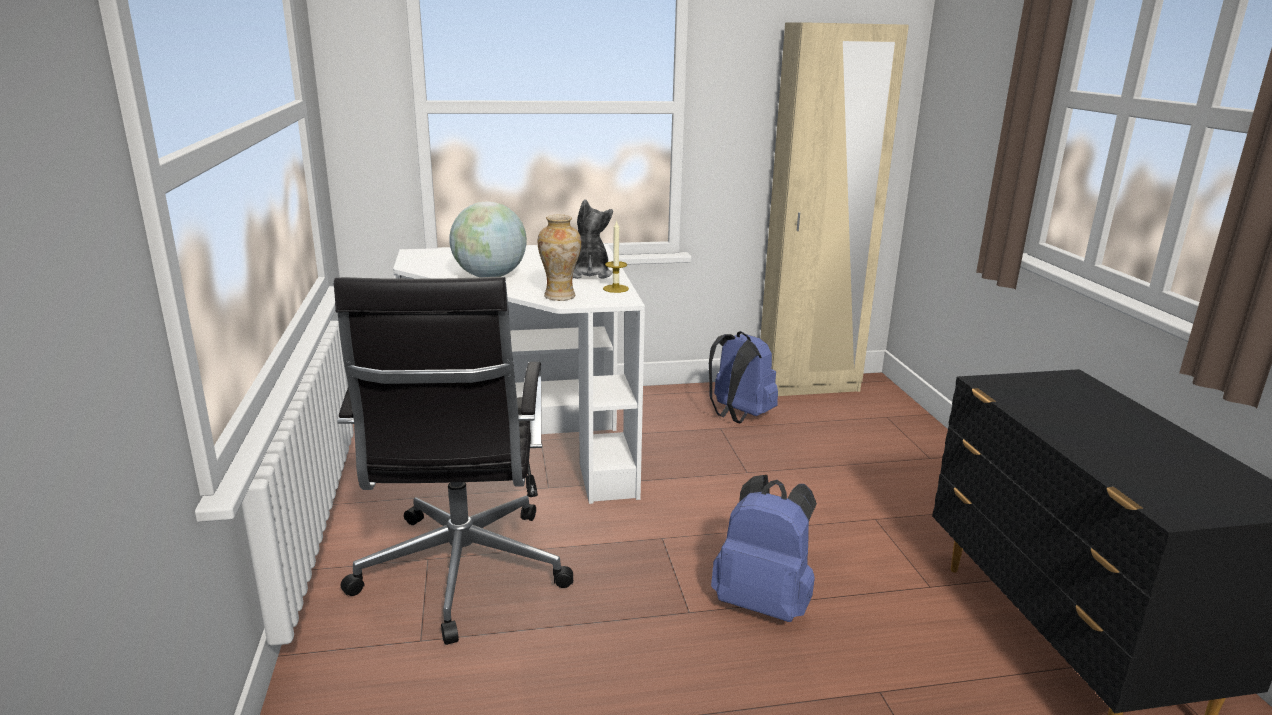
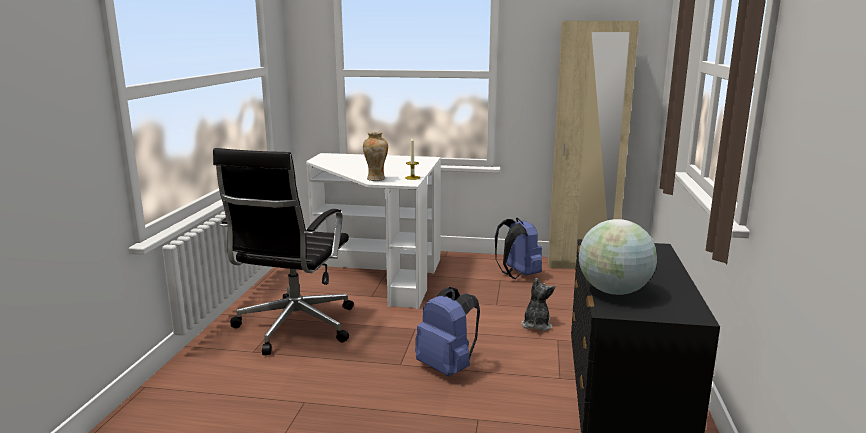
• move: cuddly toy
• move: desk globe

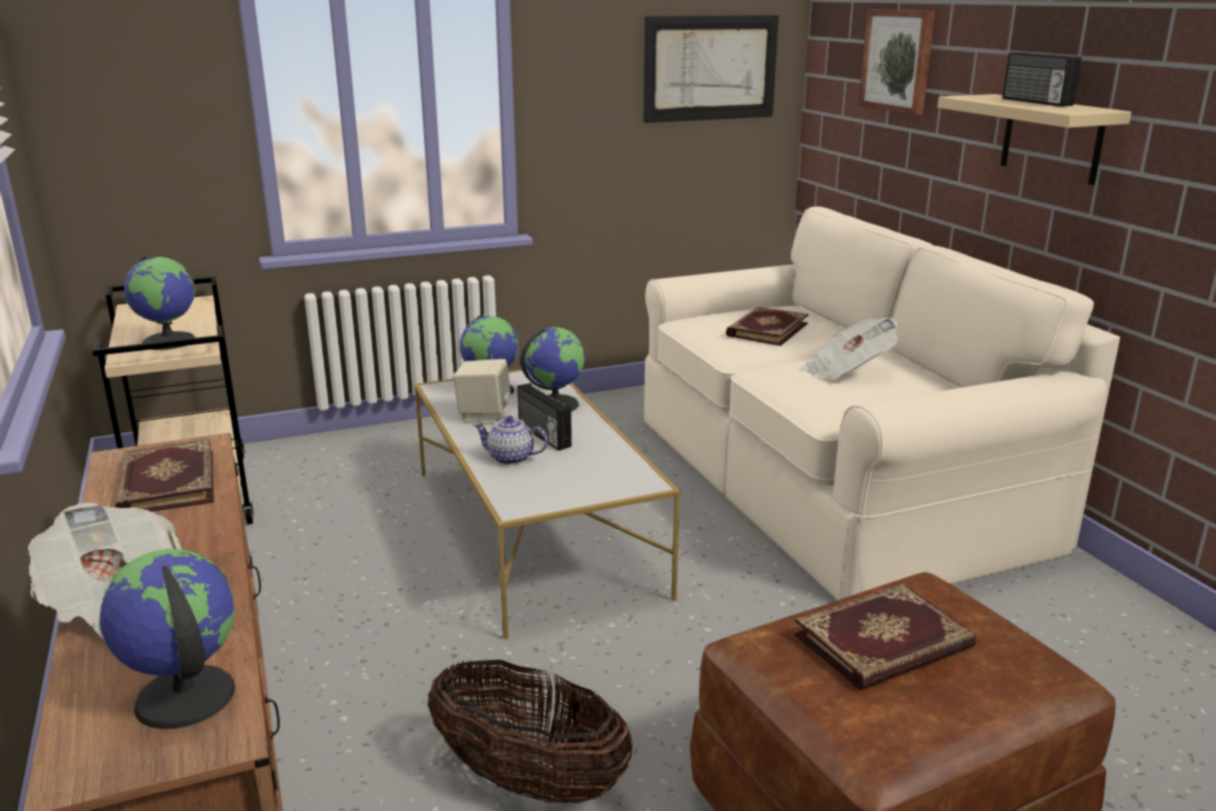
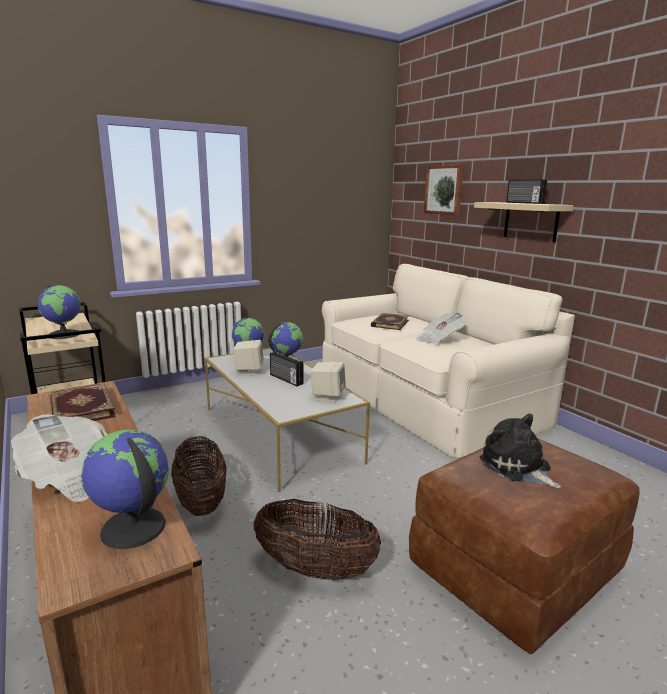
• insert: storage basket (1st from left)
• insert: loudspeaker in sand-coloured (2nd from left)
• replace: bound book (3rd from left) to cuddly toy
• delete: teapot
• delete: wall picture (1st from left)

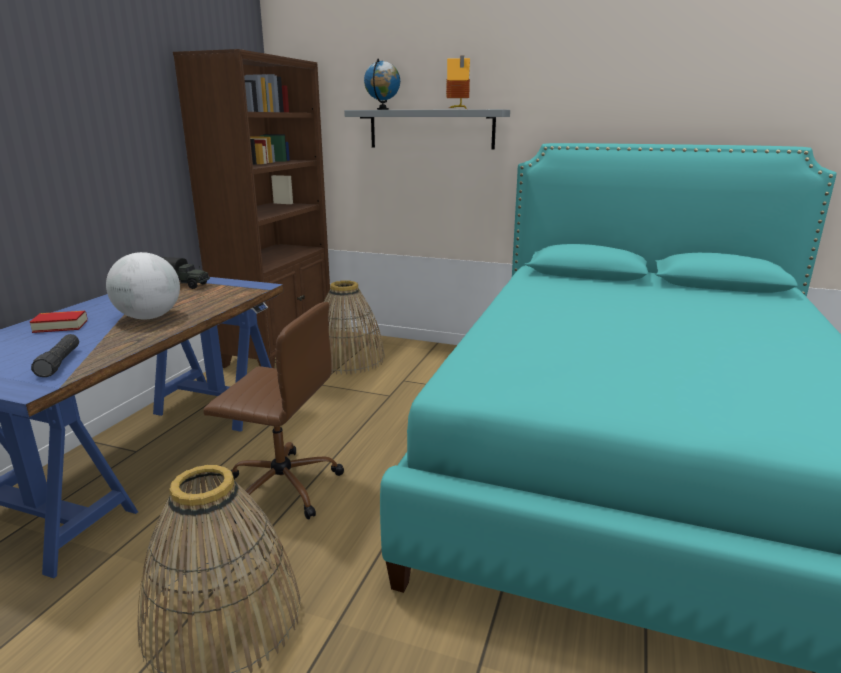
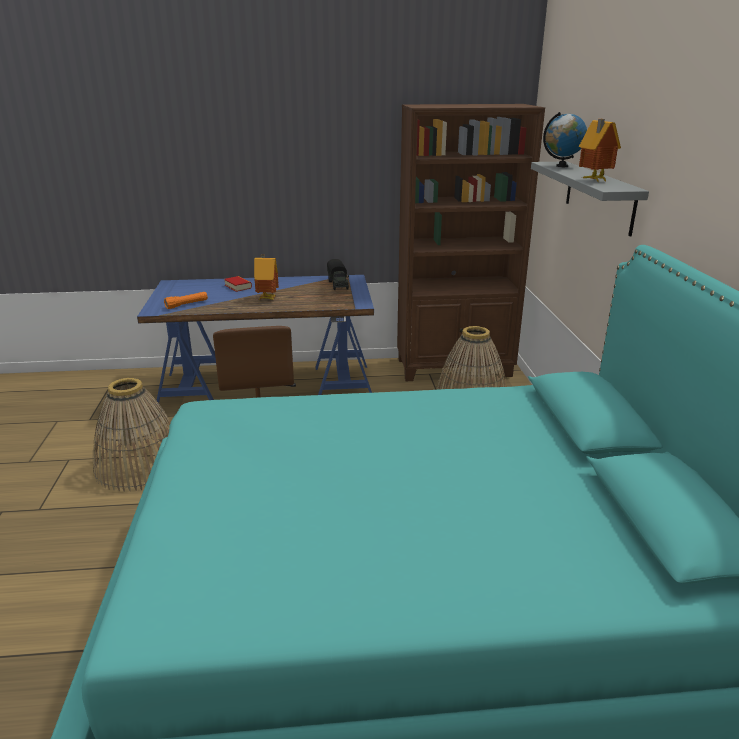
• recolor: hand torch in black to hand torch in orange-coloured
• replace: desk globe (1st from left) to toy house (1st from left)

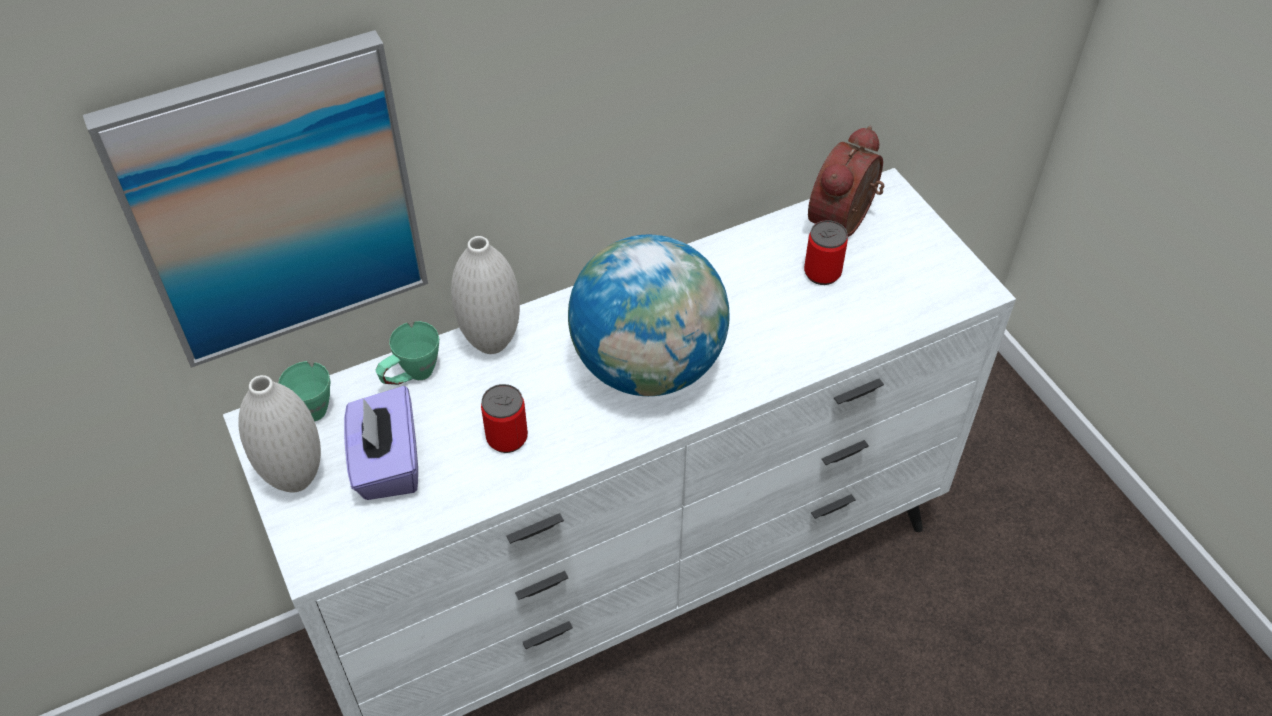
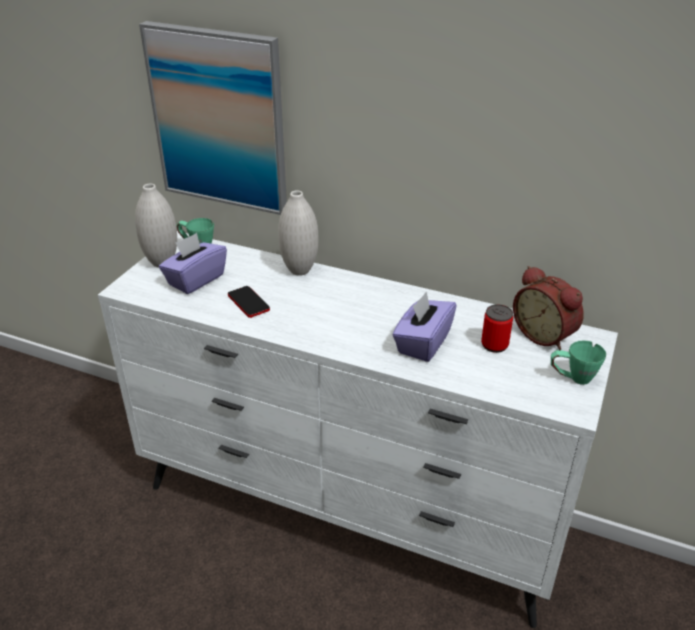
• replace: metal can (1st from left) to handset
• insert: tissue box in purplish (2nd from left)
• rotate: alarm clock 120 degrees counterclockwise
• move: coffee mug in green (2nd from left)
• delete: desk globe

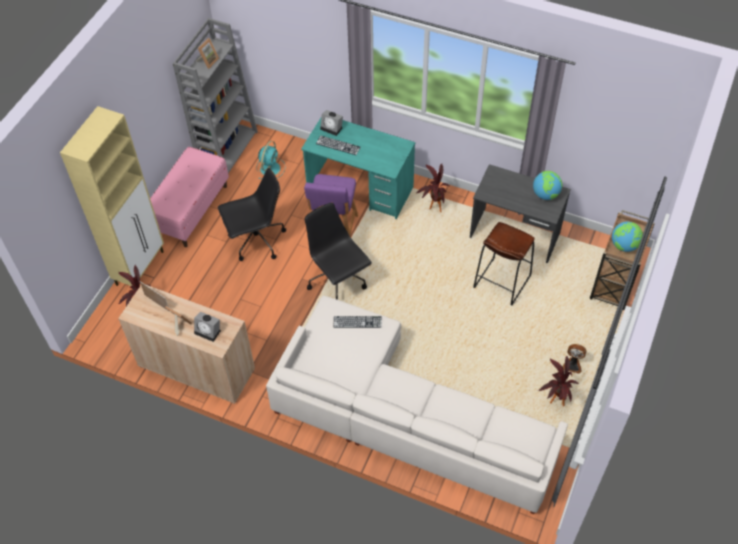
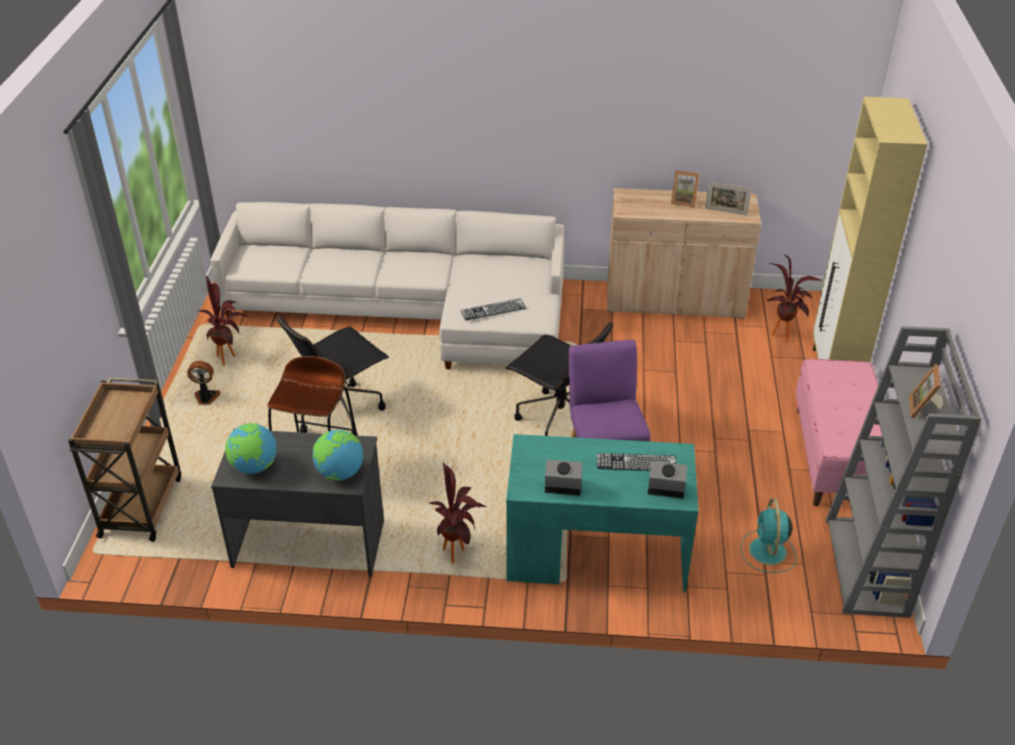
• move: office chair in black (1st from left)
• move: desk globe (2nd from left)
• move: alarm clock (1st from left)

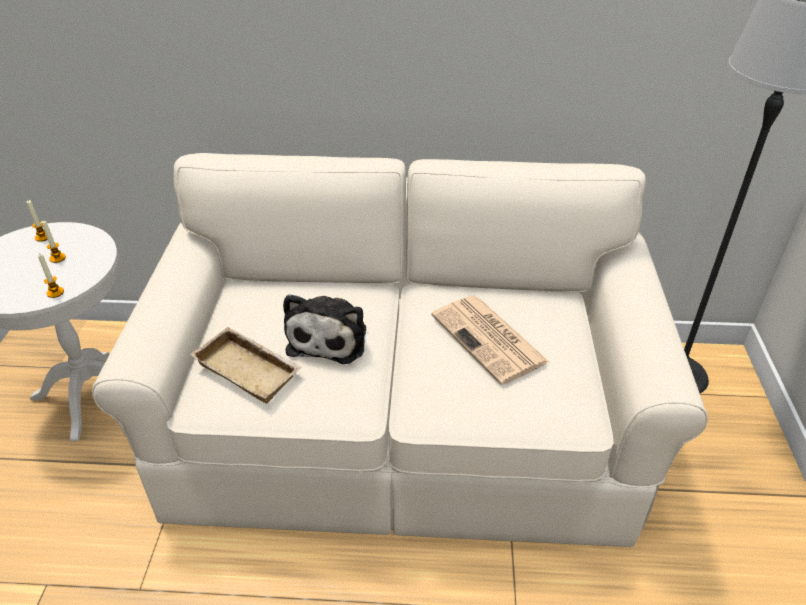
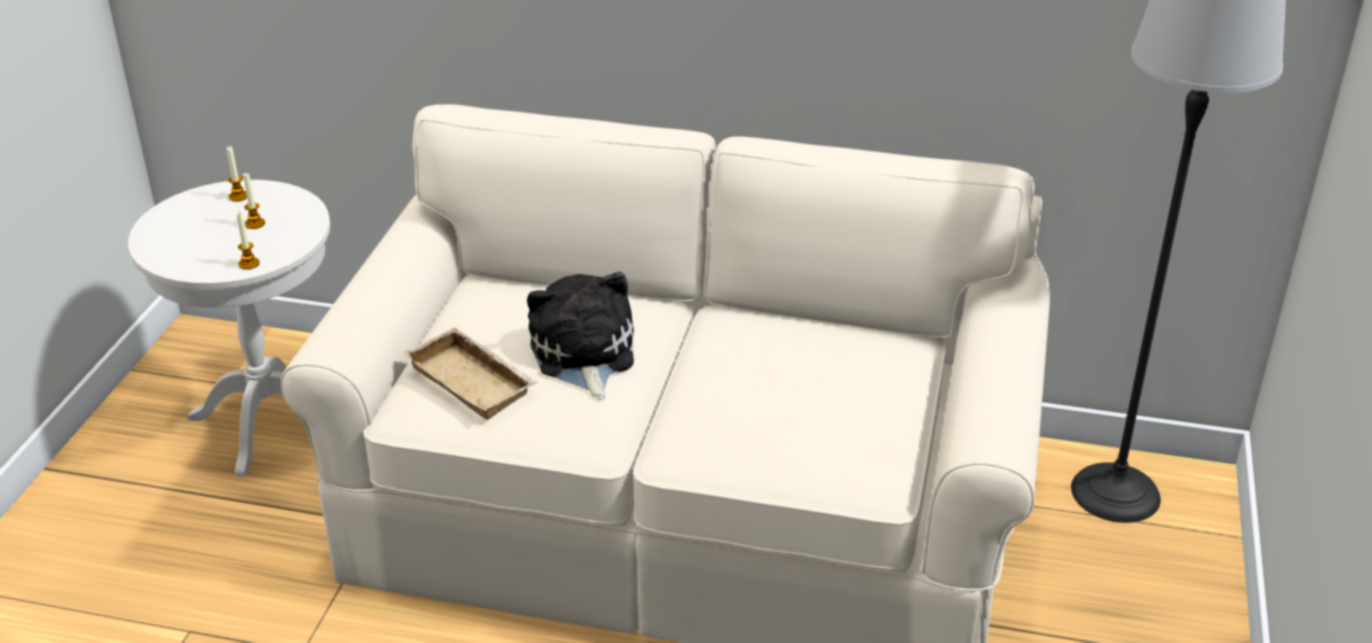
• rotate: cuddly toy 150 degrees clockwise
• delete: newspaper

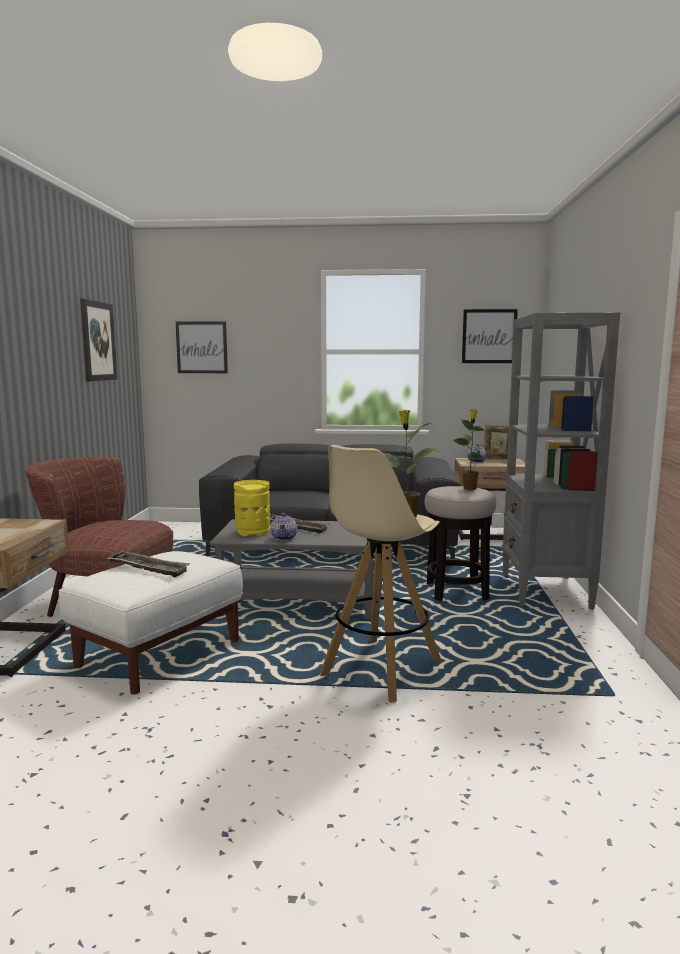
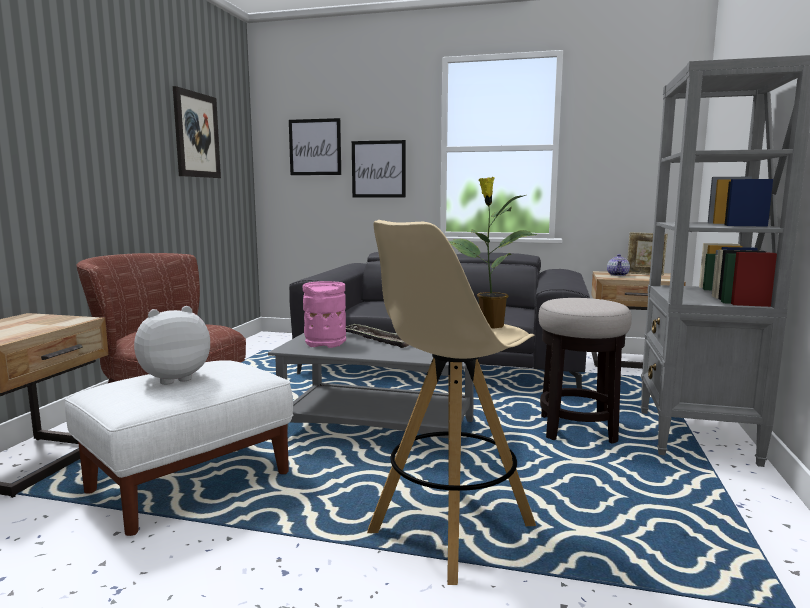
• replace: serving tray (1st from left) to cuddly toy
• recolor: decorative vase in yellow-coloured to decorative vase in pink-coloured
• move: wall picture (3rd from left)
• delete: teapot (1st from left)
• delete: houseplant (2nd from left)

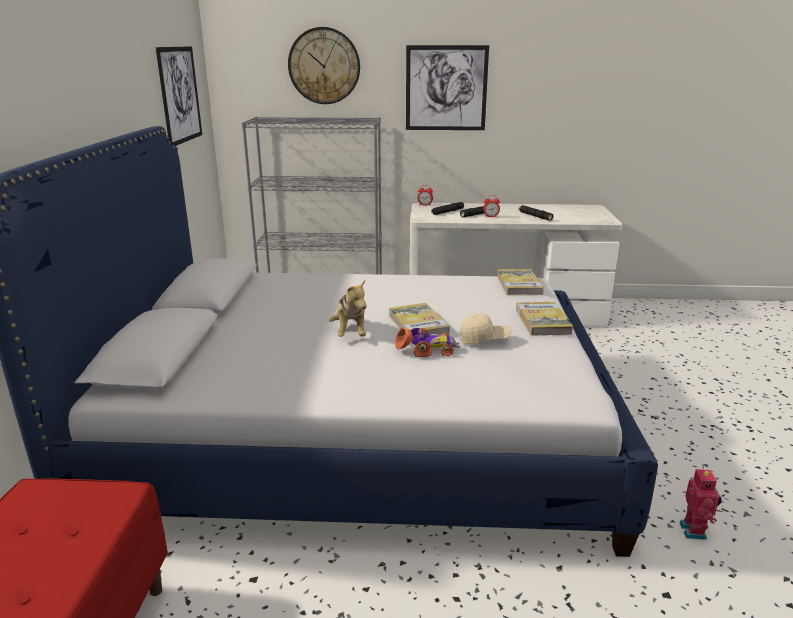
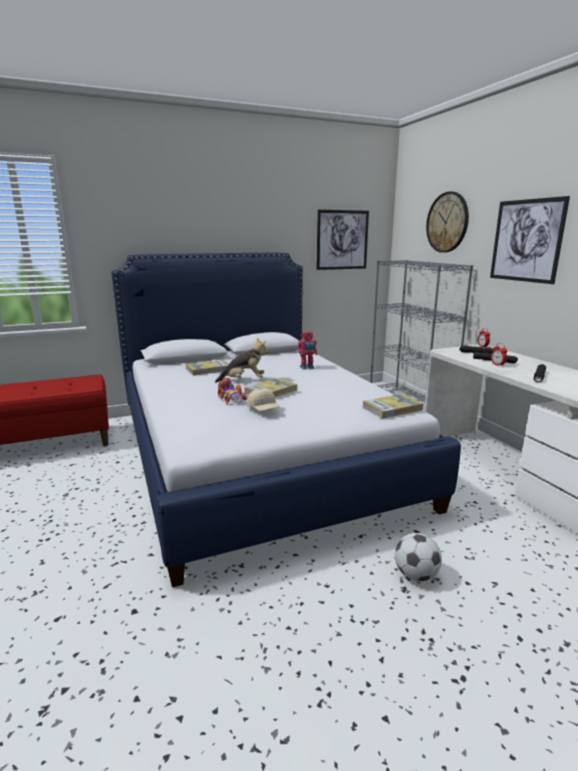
• move: bound book (3rd from left in the first image) to bound book (1st from left)
• rotate: cuddly toy 150 degrees counterclockwise
• move: model robot
• insert: football

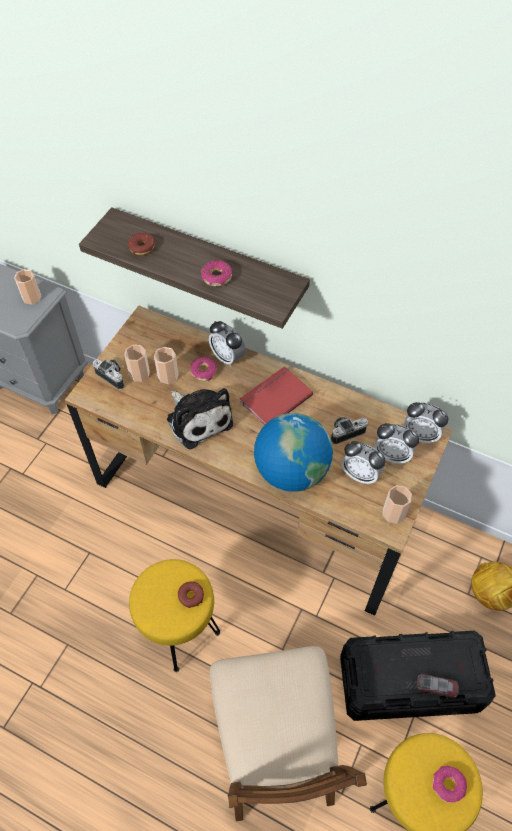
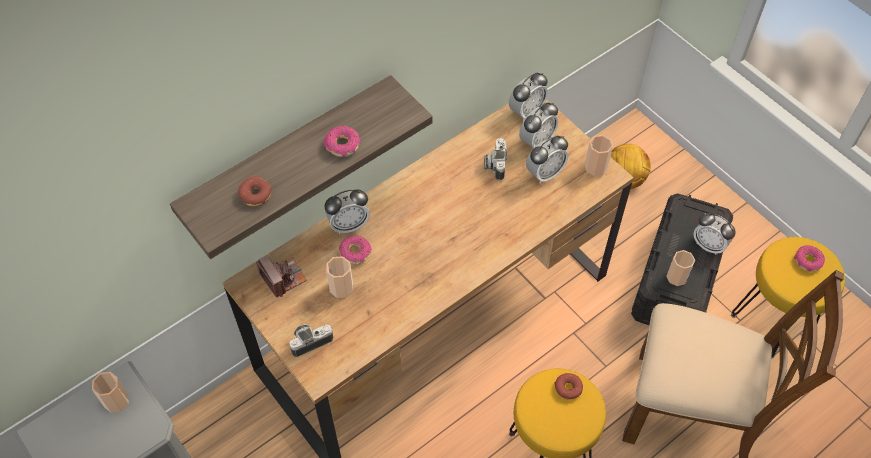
• insert: photo camera (1st from left)
• move: small cup (2nd from left in the first image) to small cup (4th from left)
• replace: model car to alarm clock (5th from left)
• delete: cuddly toy
• delete: bound book in reddish
• delete: desk globe

